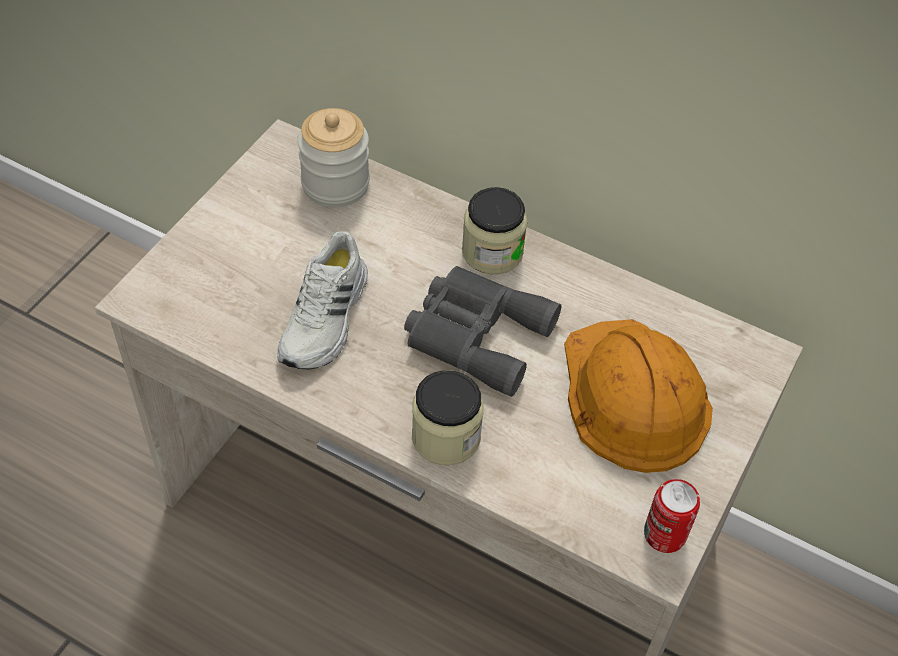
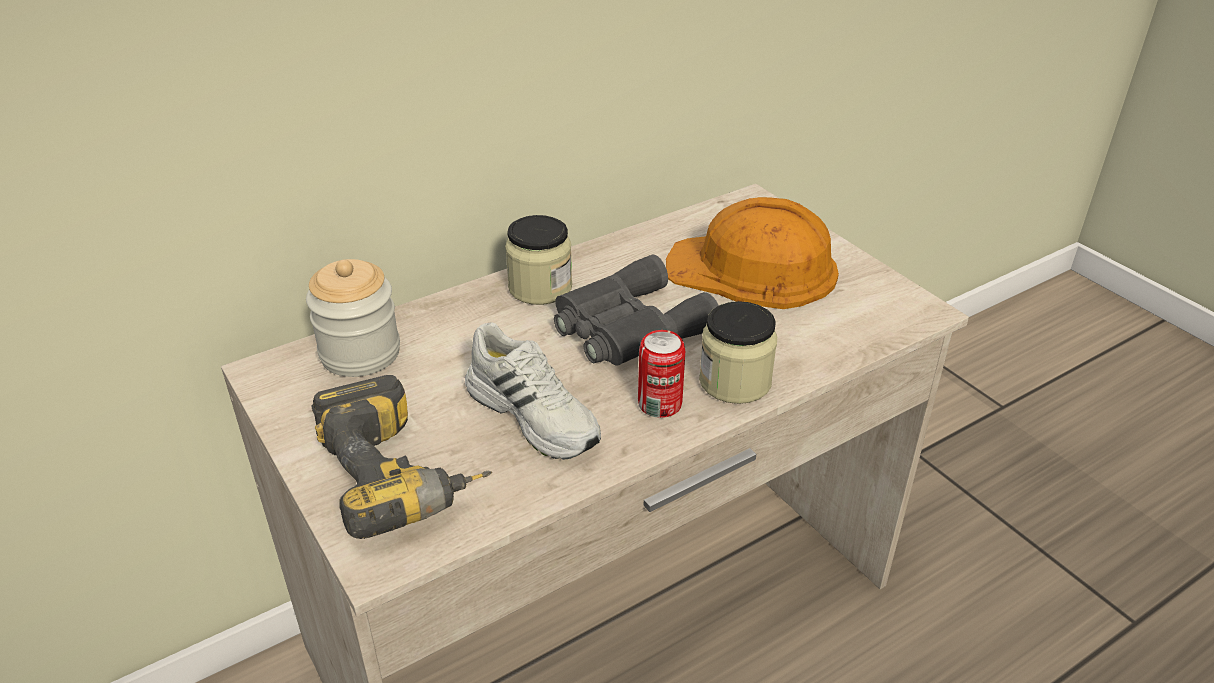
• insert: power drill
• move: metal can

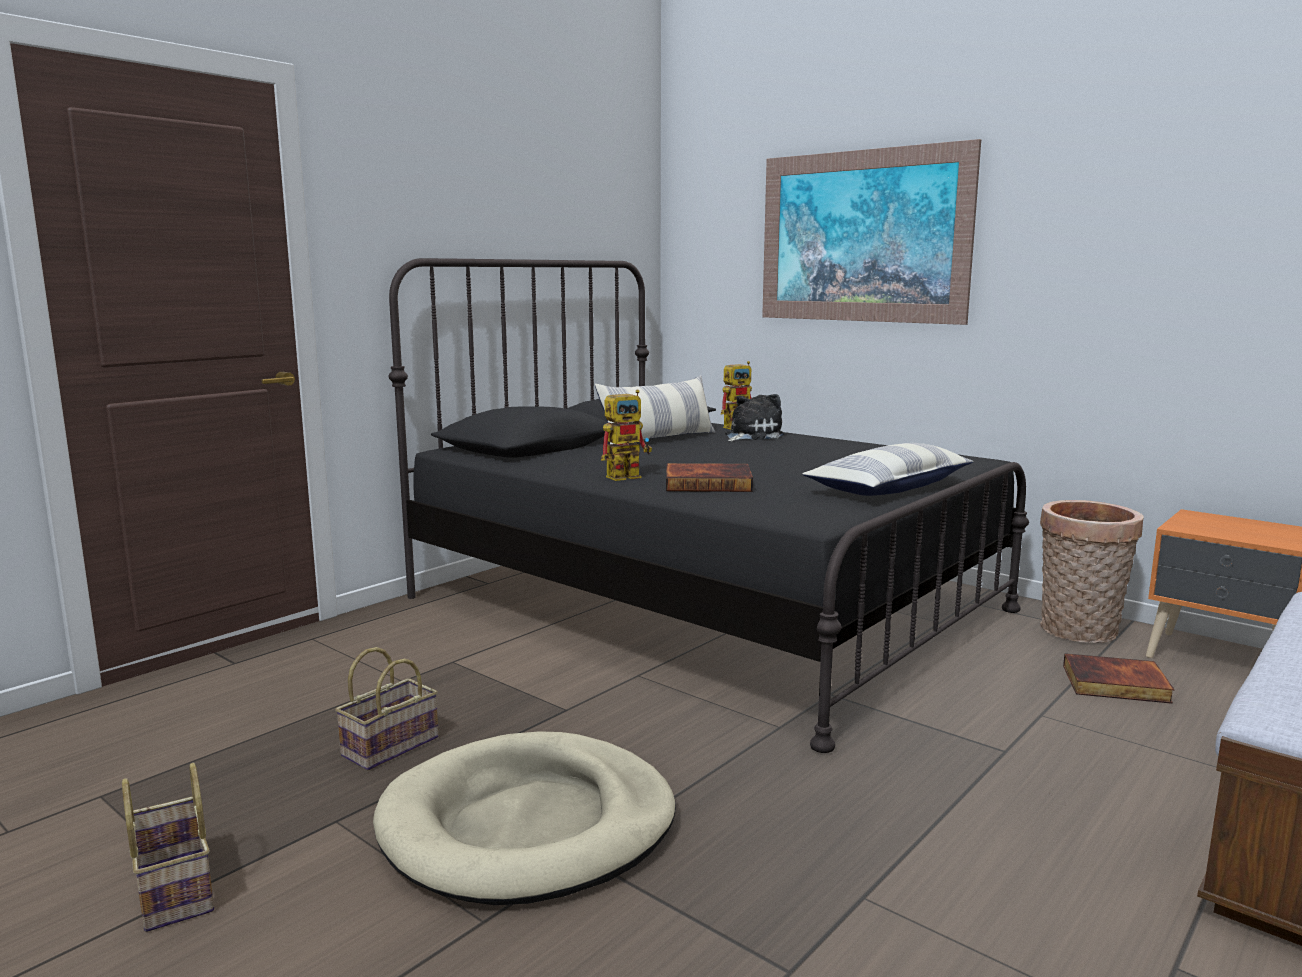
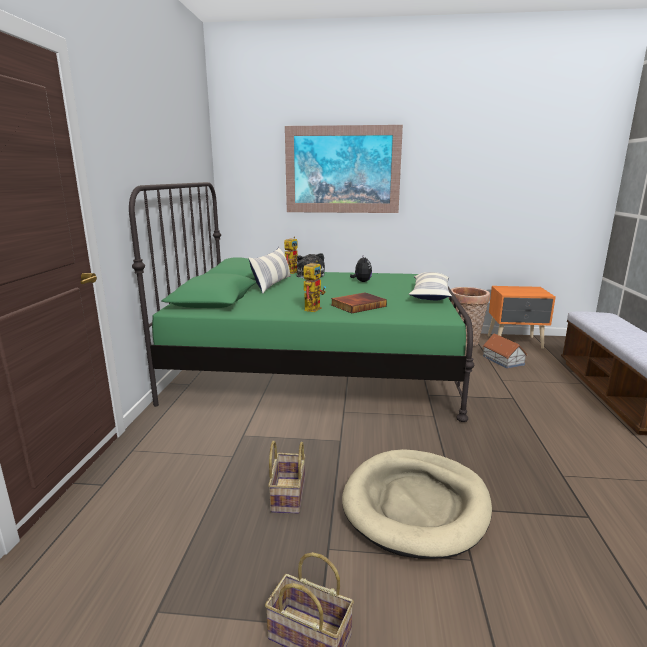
• recolor: bedroom bed in black to bedroom bed in green
• insert: cuddly toy (2nd from left)
• replace: bound book (2nd from left) to toy house

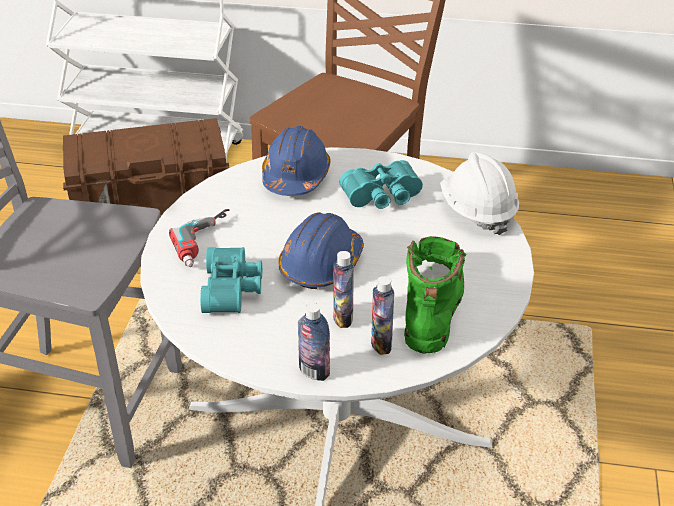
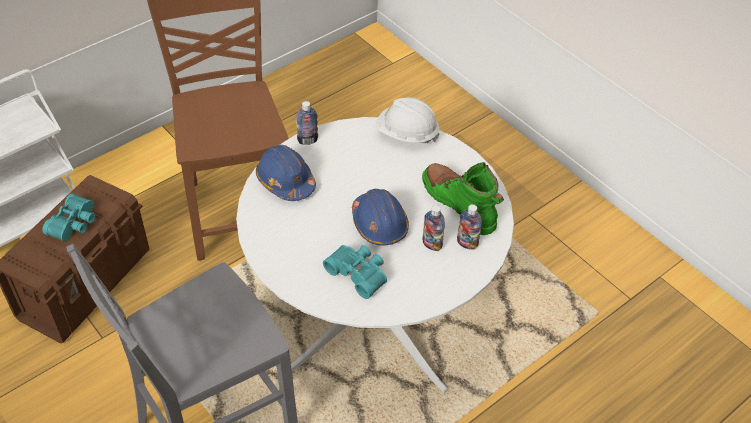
• move: field glasses in turquoise-coloured (2nd from left in the first image) to field glasses in turquoise-coloured (1st from left)
• move: beverage bottle (1st from left)
• delete: power drill

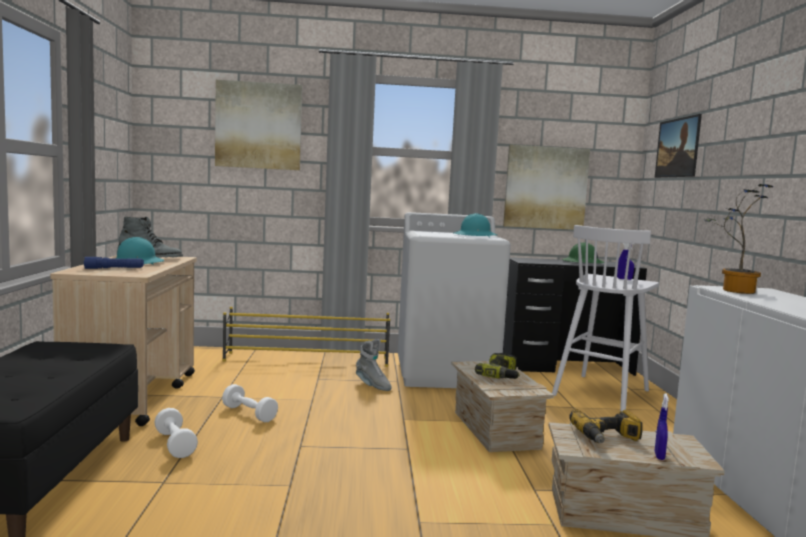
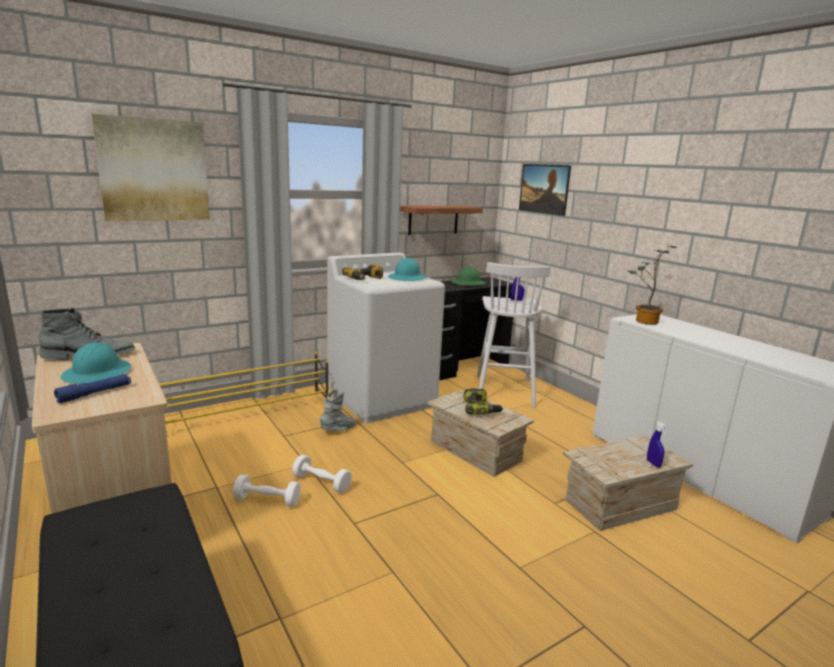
• move: dumbbell in white (1st from left in the first image) to dumbbell in white (2nd from left)
• rotate: boot in greyish (2nd from left) 60 degrees counterclockwise
• move: power drill (2nd from left in the first image) to power drill (1st from left)
• replace: wall picture (2nd from left) to wall shelf

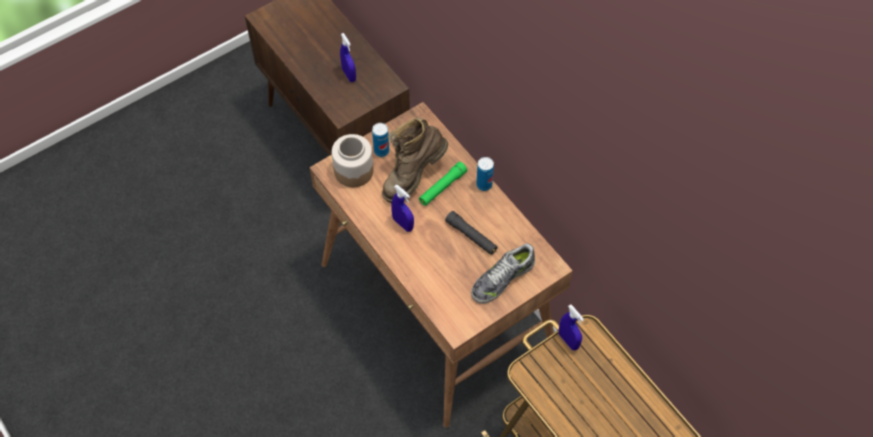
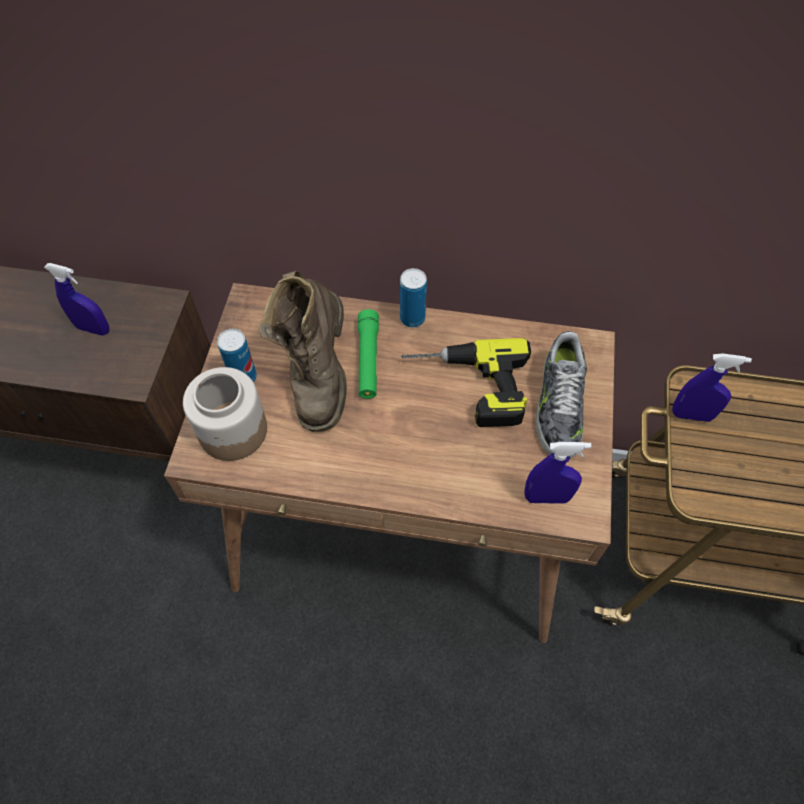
• replace: hand torch in black to power drill
• move: hand sprayer in blue-coloured (2nd from left)

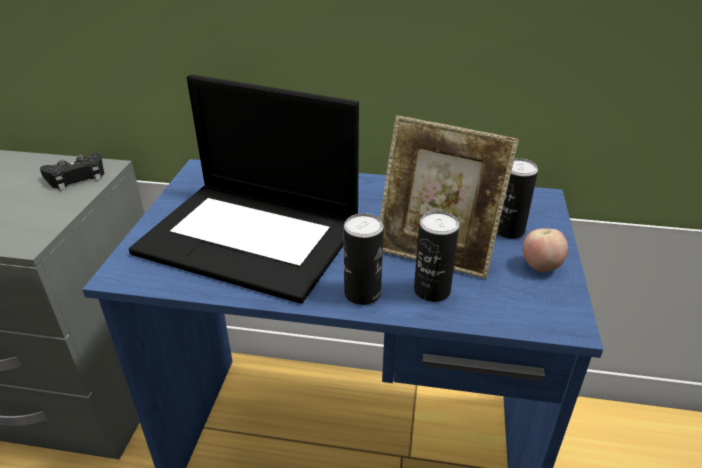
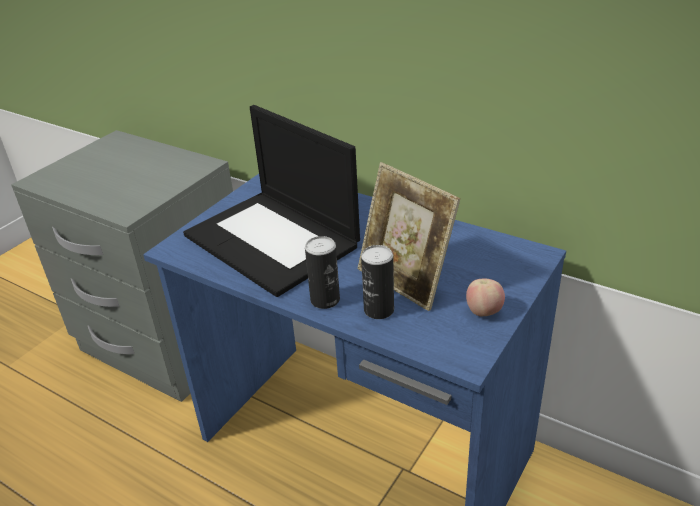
• delete: game controller in black
• delete: metal can (3rd from left)

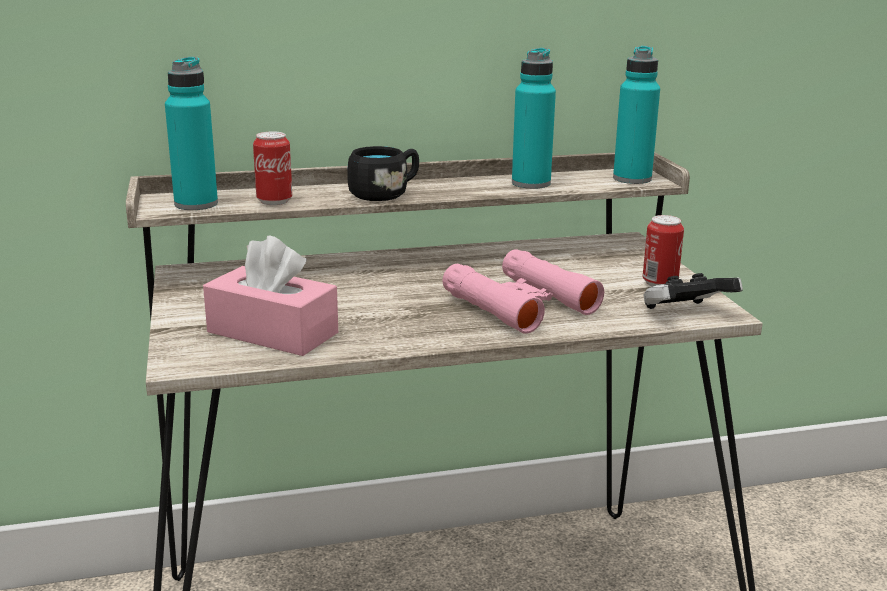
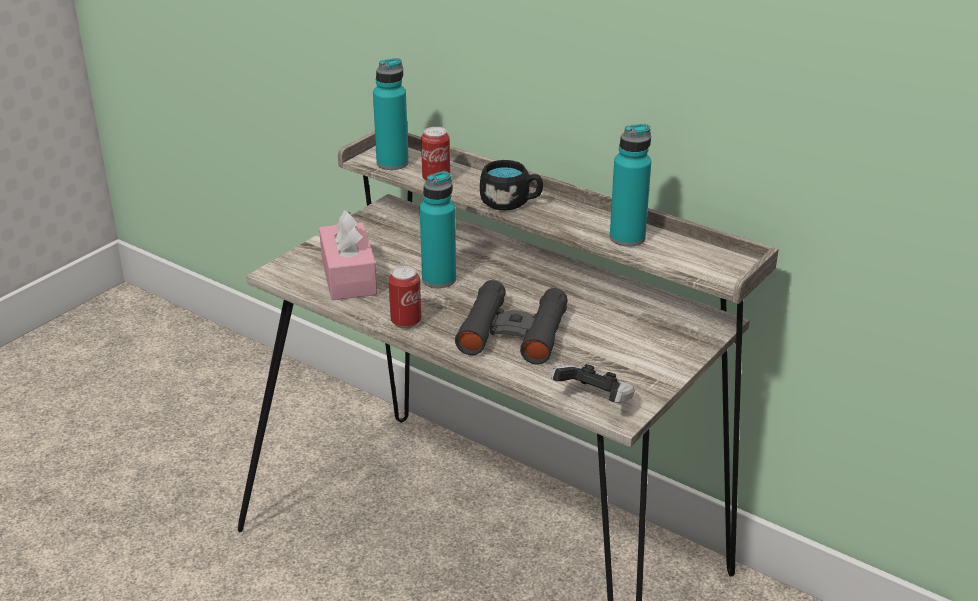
• move: metal can (2nd from left in the first image) to metal can (1st from left)
• move: beverage bottle in turquoise-coloured (3rd from left in the first image) to beverage bottle in turquoise-coloured (2nd from left)
• recolor: field glasses in pink-coloured to field glasses in black

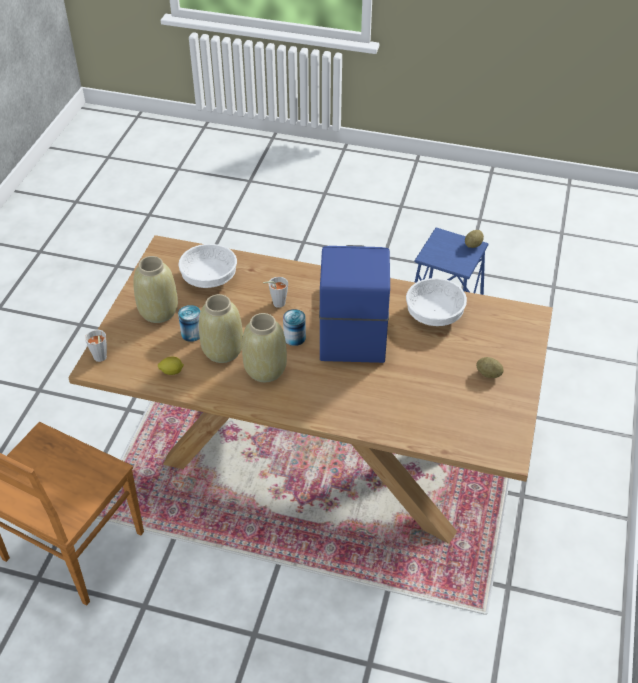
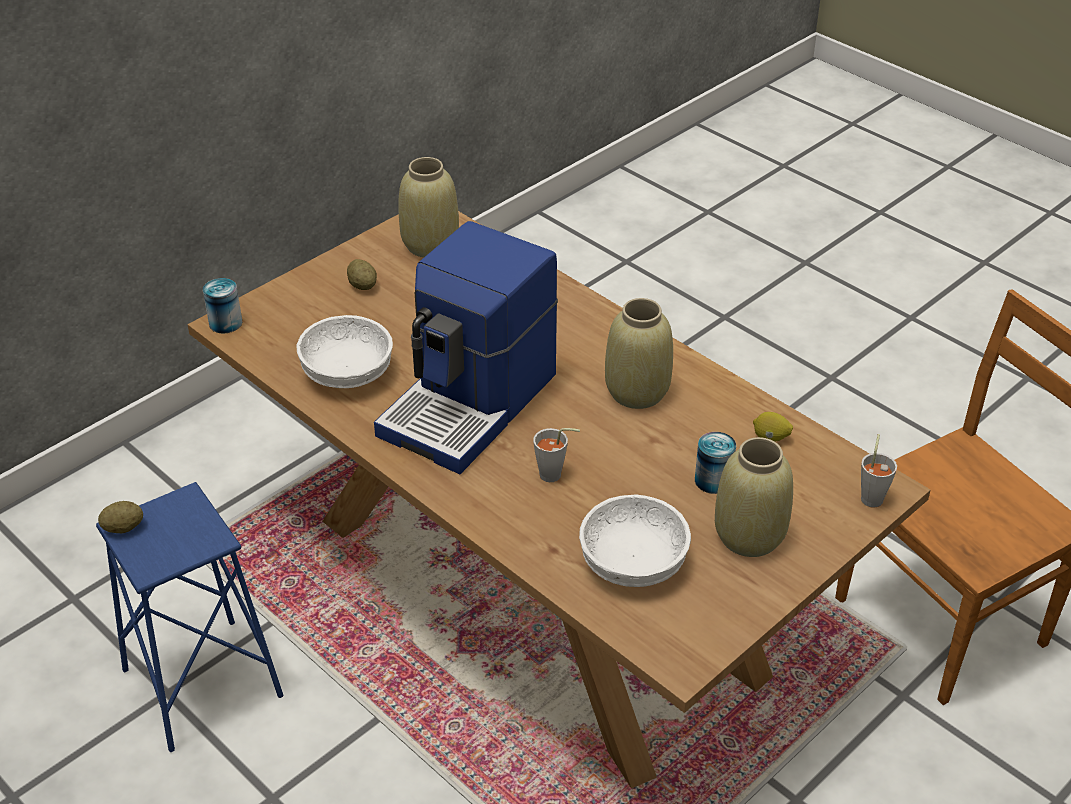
• move: metal can (2nd from left in the first image) to metal can (1st from left)
• move: decorative vase in sand-coloured (2nd from left in the first image) to decorative vase in sand-coloured (1st from left)

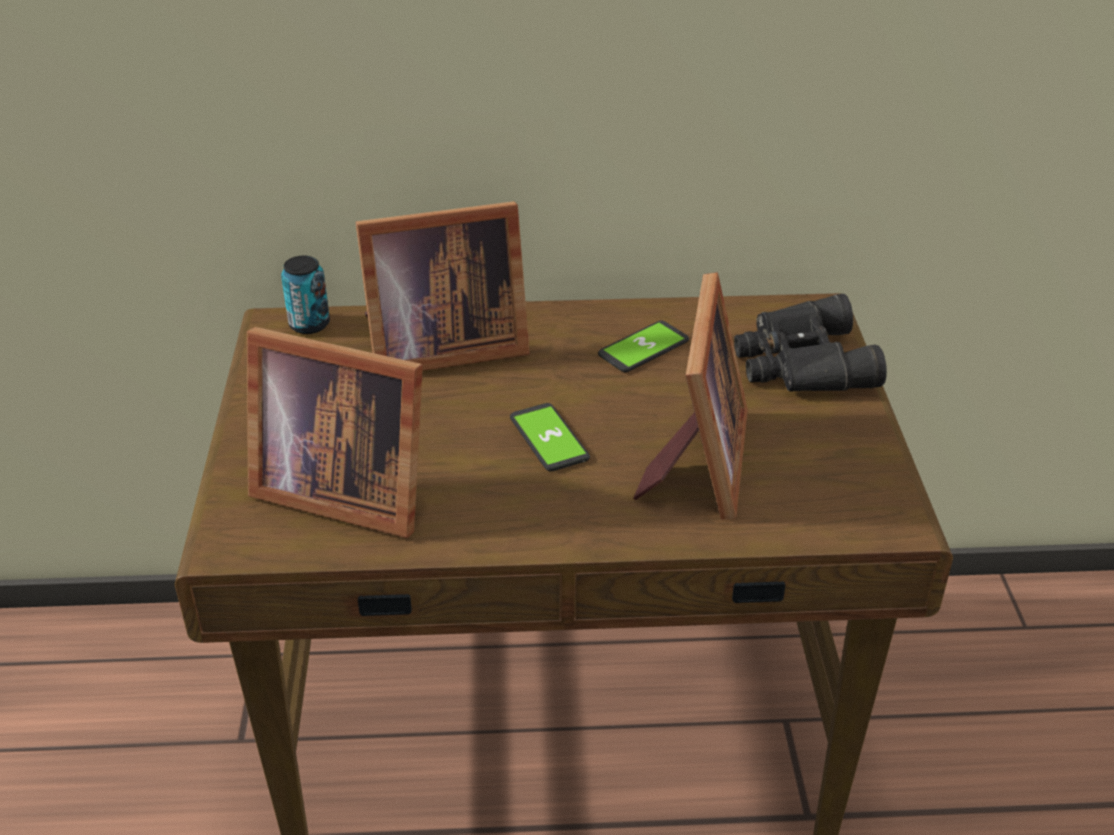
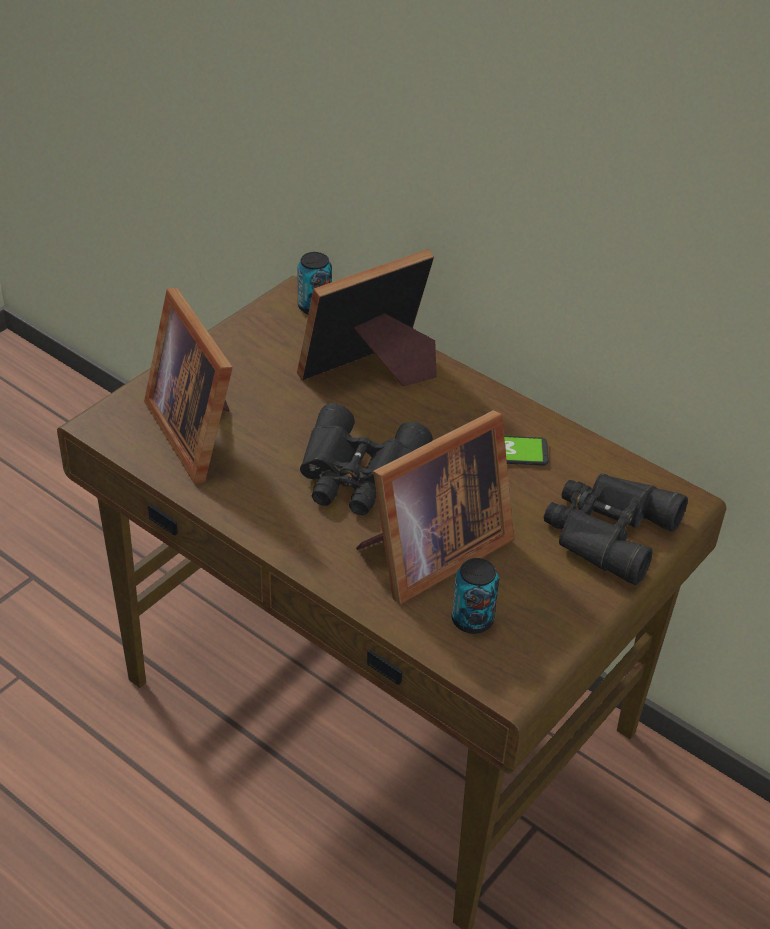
• rotate: photo frame (2nd from left) 120 degrees clockwise
• replace: handset (1st from left) to field glasses in black (1st from left)
• insert: metal can (2nd from left)

